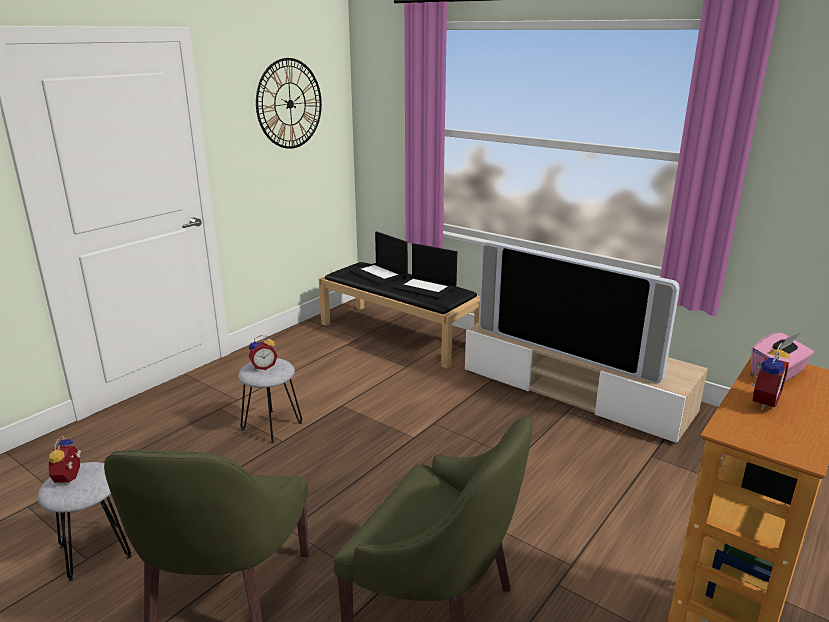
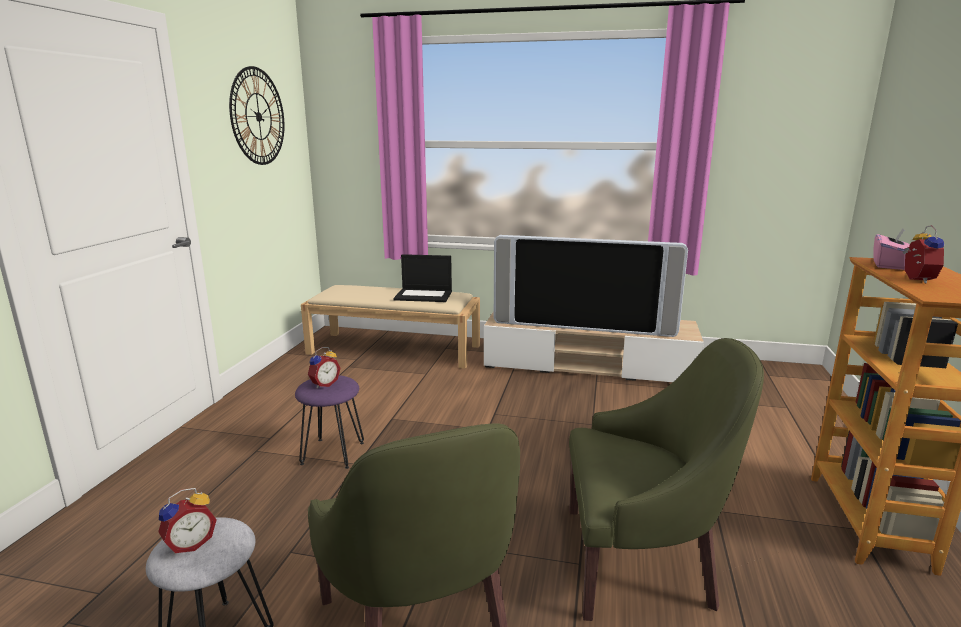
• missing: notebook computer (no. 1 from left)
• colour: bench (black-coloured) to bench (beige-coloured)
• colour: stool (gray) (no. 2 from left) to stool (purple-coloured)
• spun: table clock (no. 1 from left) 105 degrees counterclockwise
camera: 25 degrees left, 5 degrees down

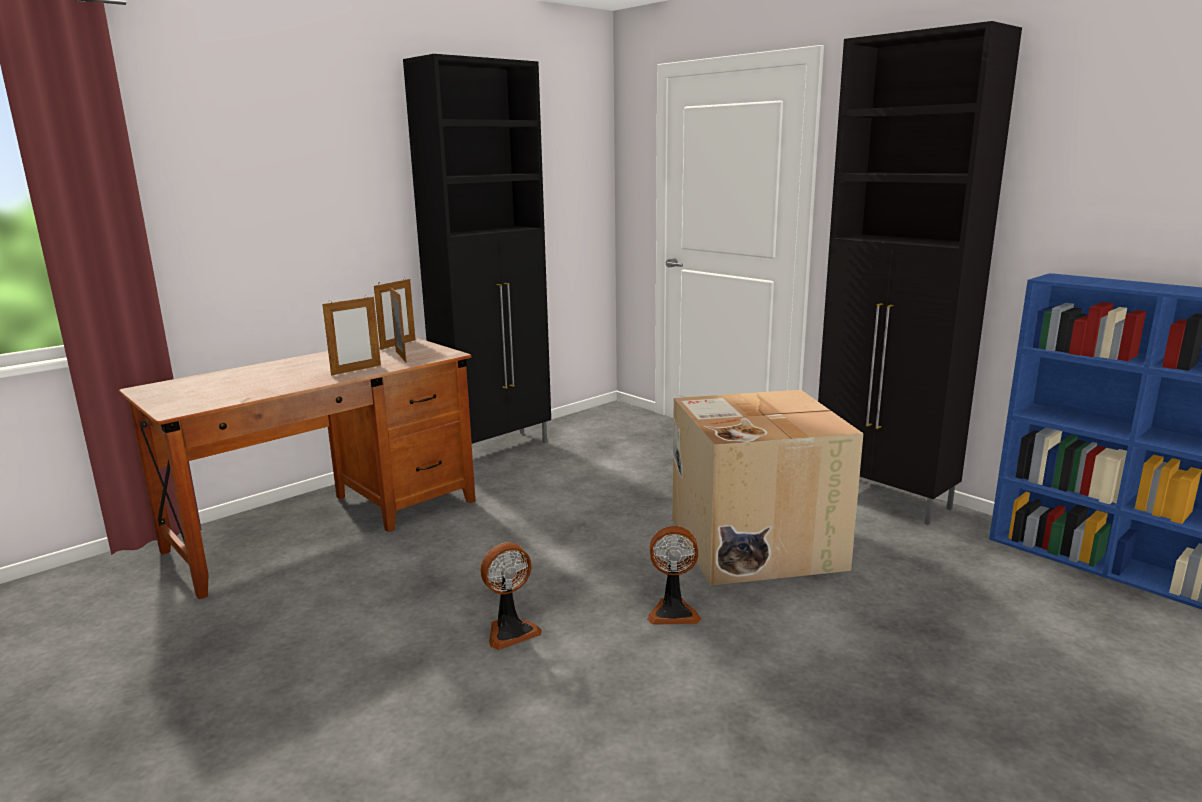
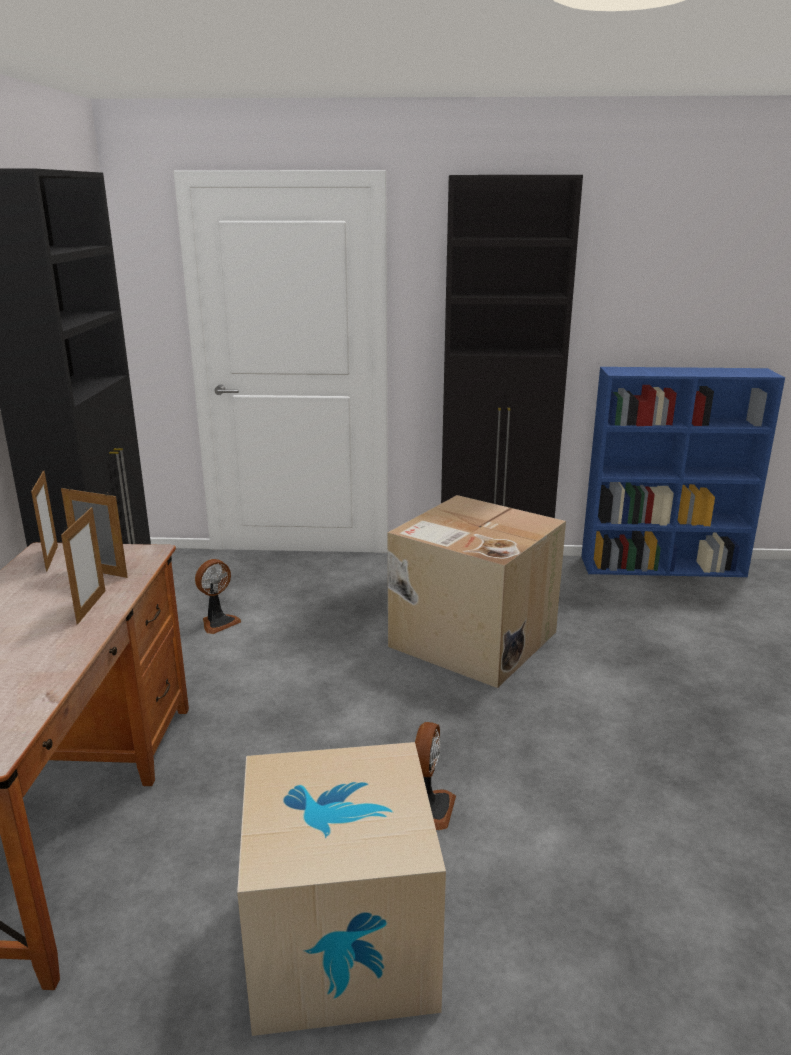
• relocated: electric fan (no. 2 from left in the first image) to electric fan (no. 1 from left)
• appeared: packing box (no. 1 from left)
camera: 45 degrees left, 5 degrees up

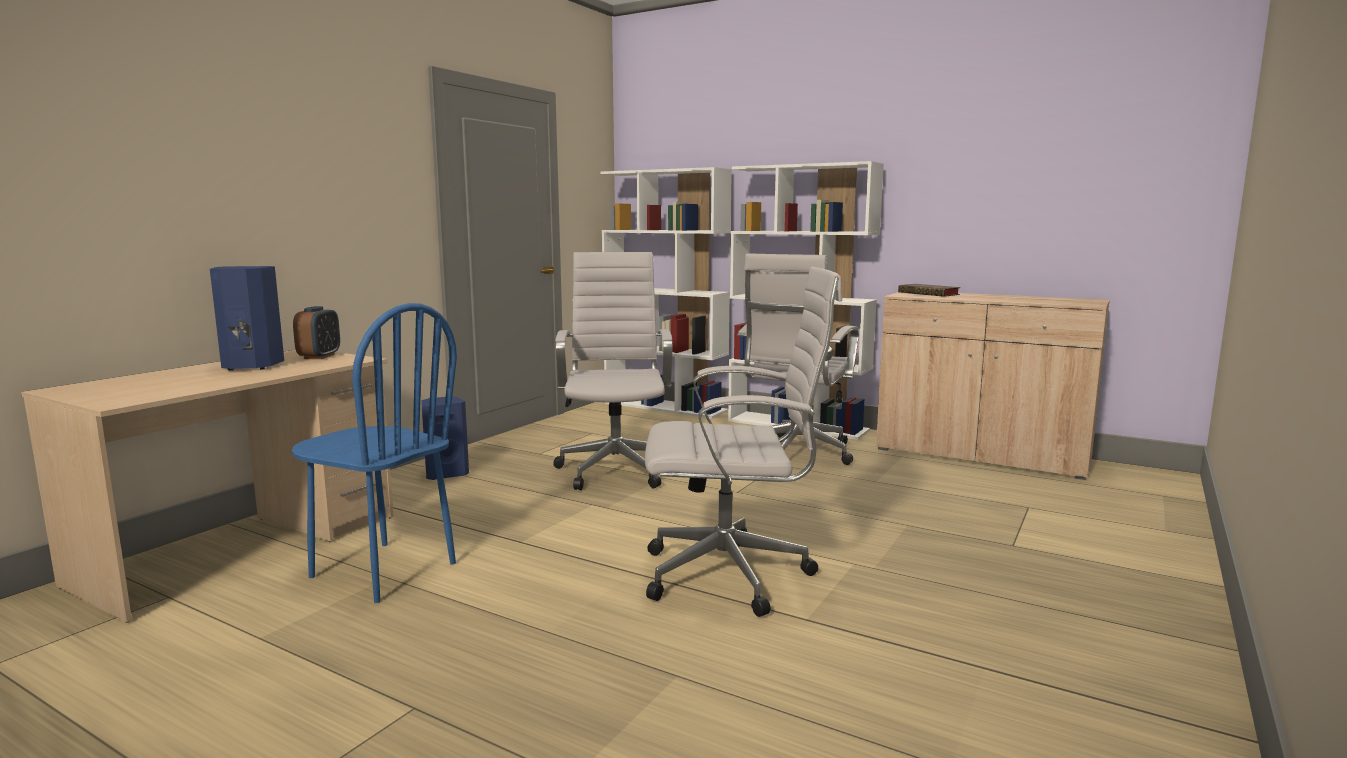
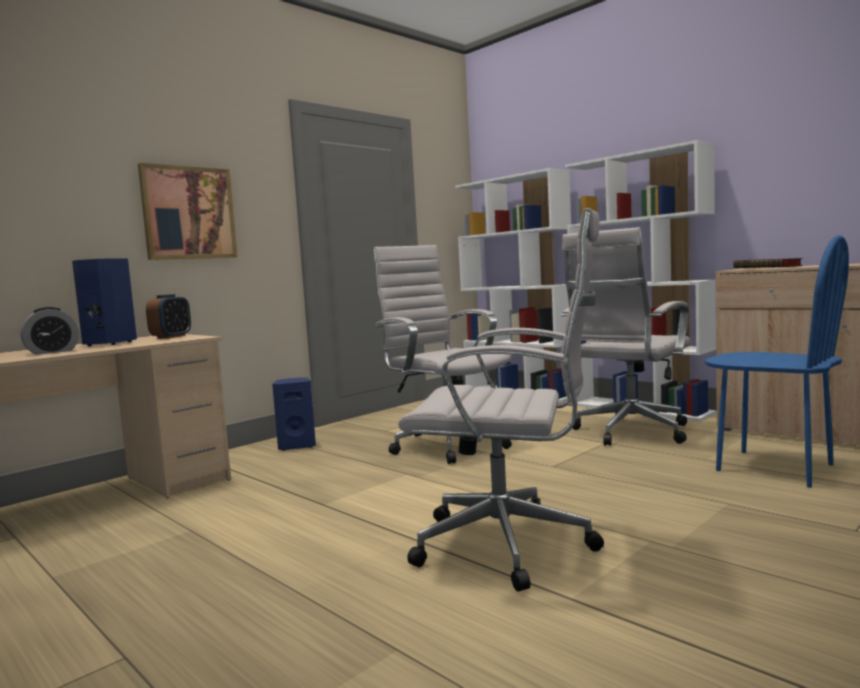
• spun: office chair (white) (no. 1 from left) 45 degrees counterclockwise
• relocated: chair (blue-coloured)
• appeared: picture
• appeared: table clock (no. 1 from left)
camera: 15 degrees right, 5 degrees down

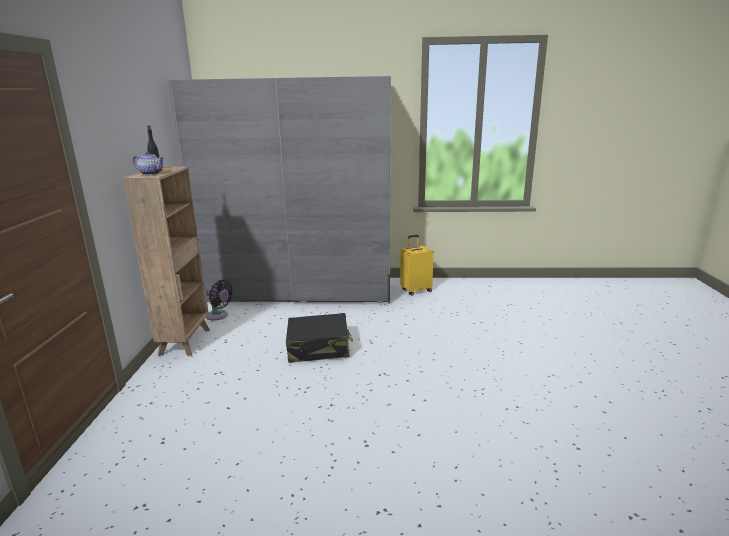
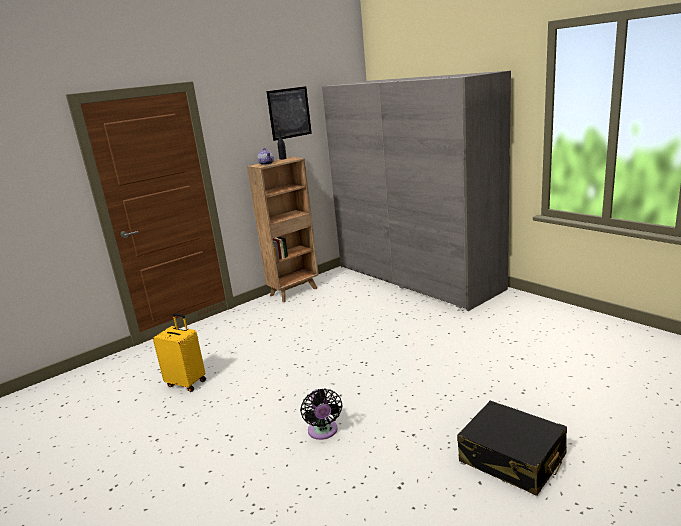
• relocated: travel case (yellowish)
• relocated: electric fan (black-coloured)
• relocated: travel case (black-coloured)
• appeared: picture
camera: 50 degrees right, 0 degrees up

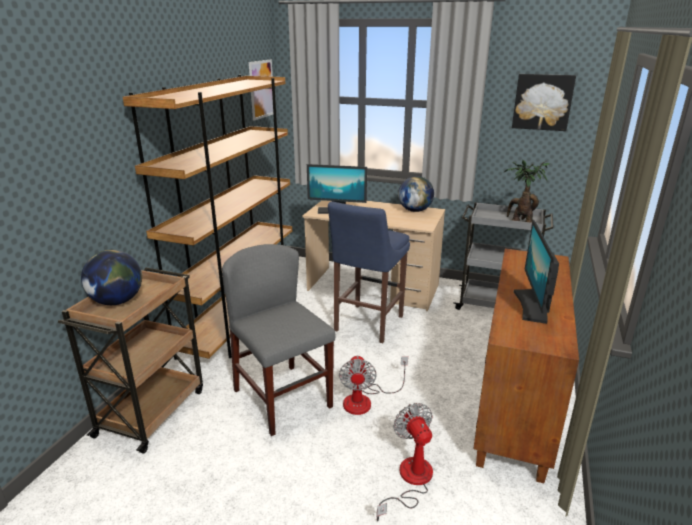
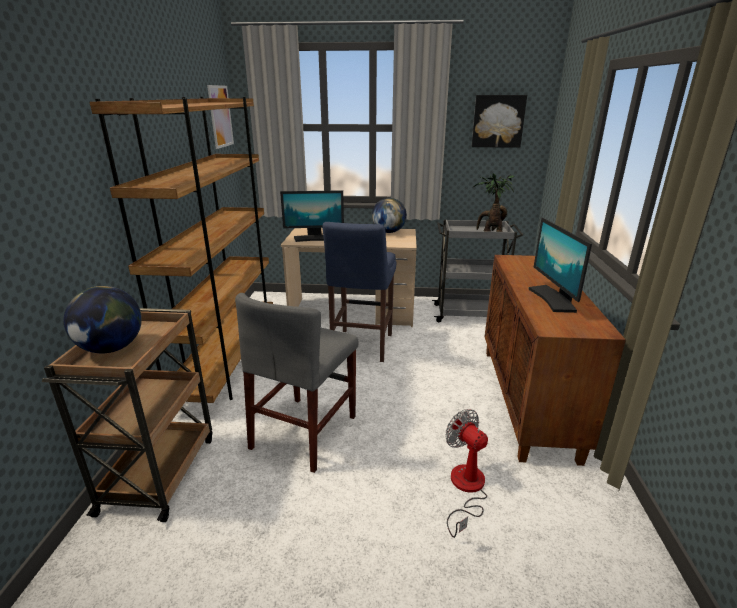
• spun: chair (gray) 105 degrees counterclockwise
• missing: electric fan (no. 1 from left)
camera: 15 degrees left, 0 degrees up

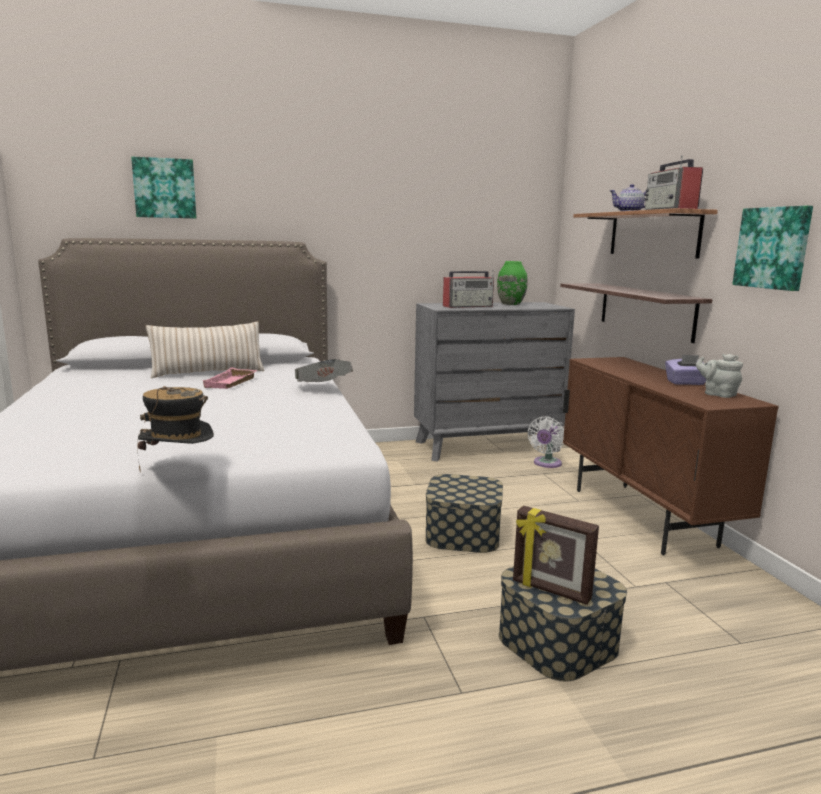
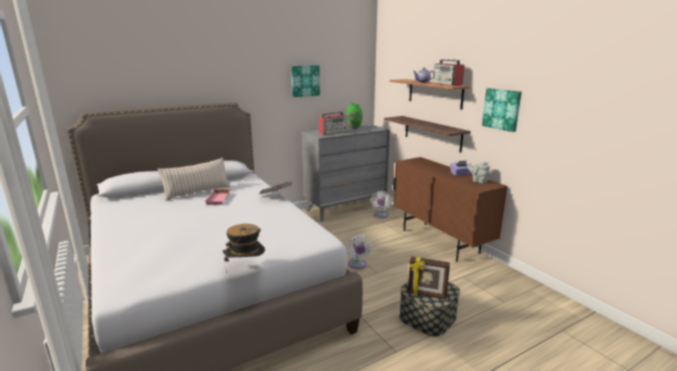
• relocated: picture (no. 1 from left)
• exchanged: storage box (no. 1 from left) to electric fan (white) (no. 1 from left)
camera: 15 degrees left, 5 degrees up

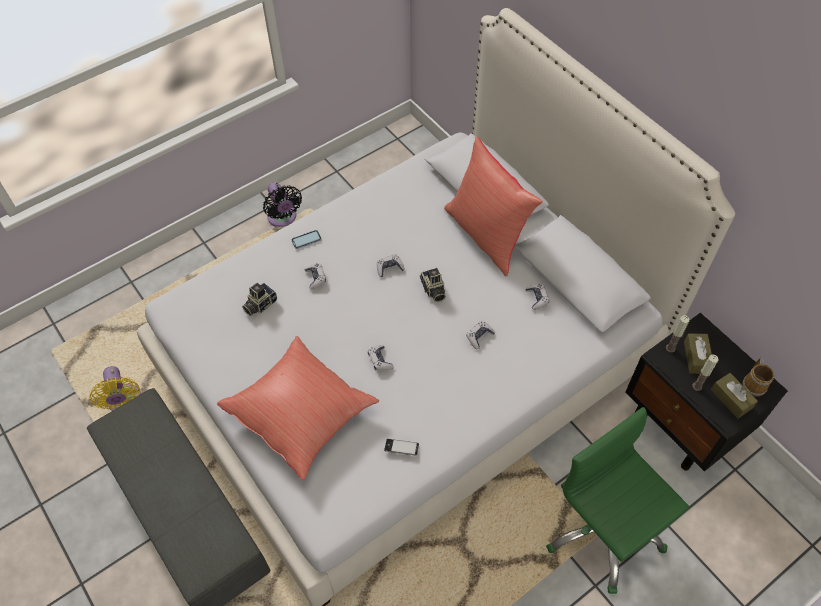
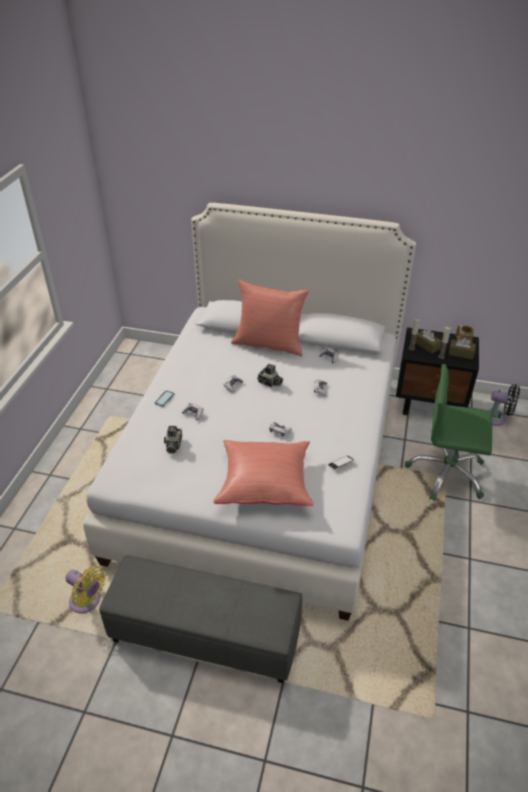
• relocated: electric fan (black-coloured)
camera: 40 degrees left, 15 degrees down

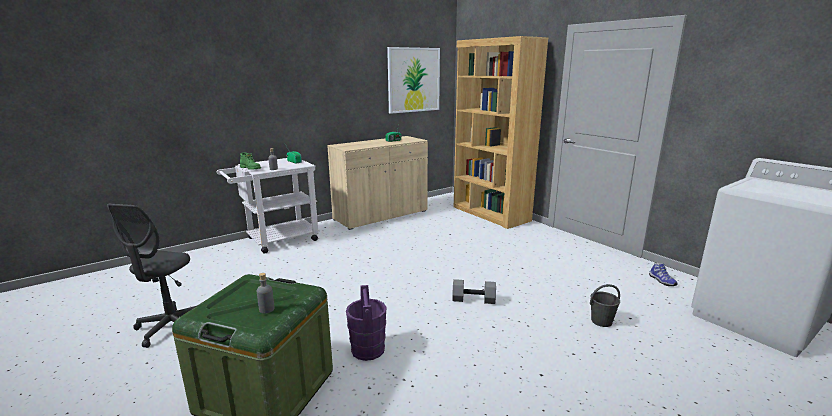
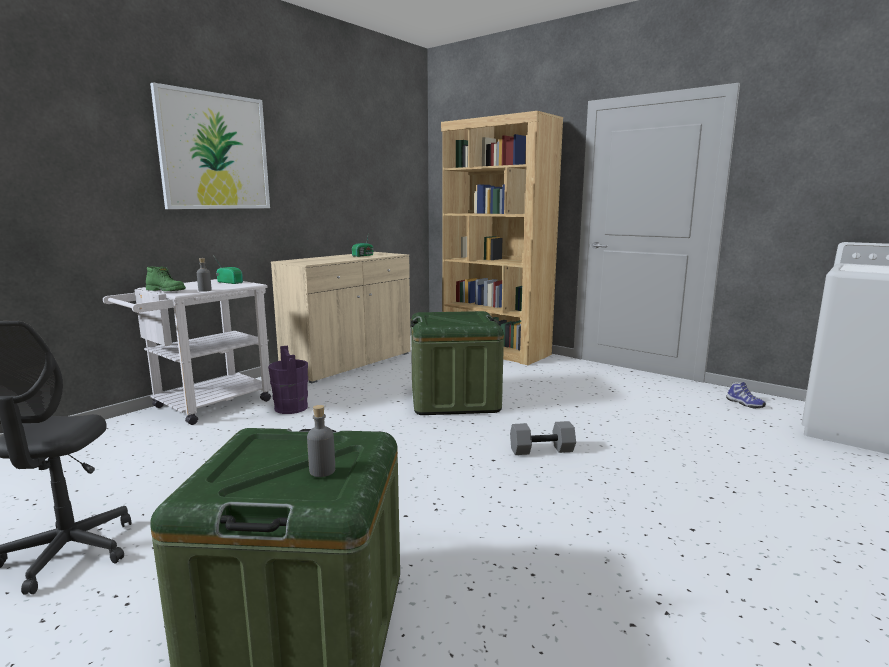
• relocated: picture
• missing: bucket (gray)
• relocated: bucket (purple-coloured)
• appeared: storage box (green) (no. 2 from left)
camera: 15 degrees left, 5 degrees down

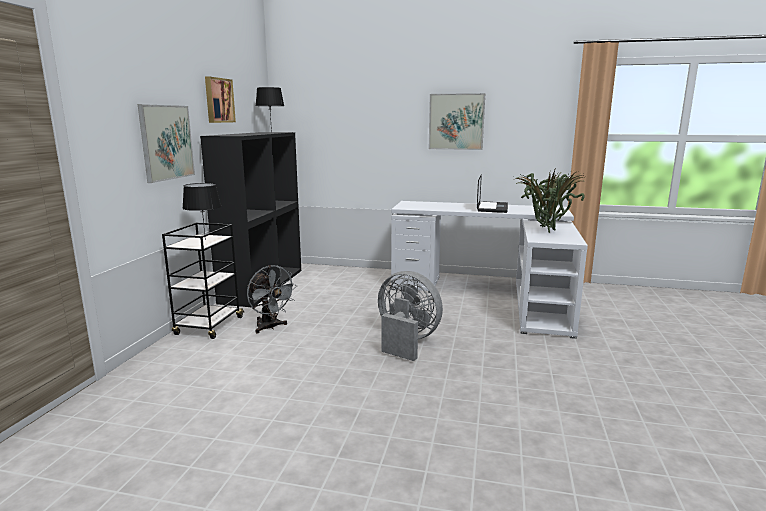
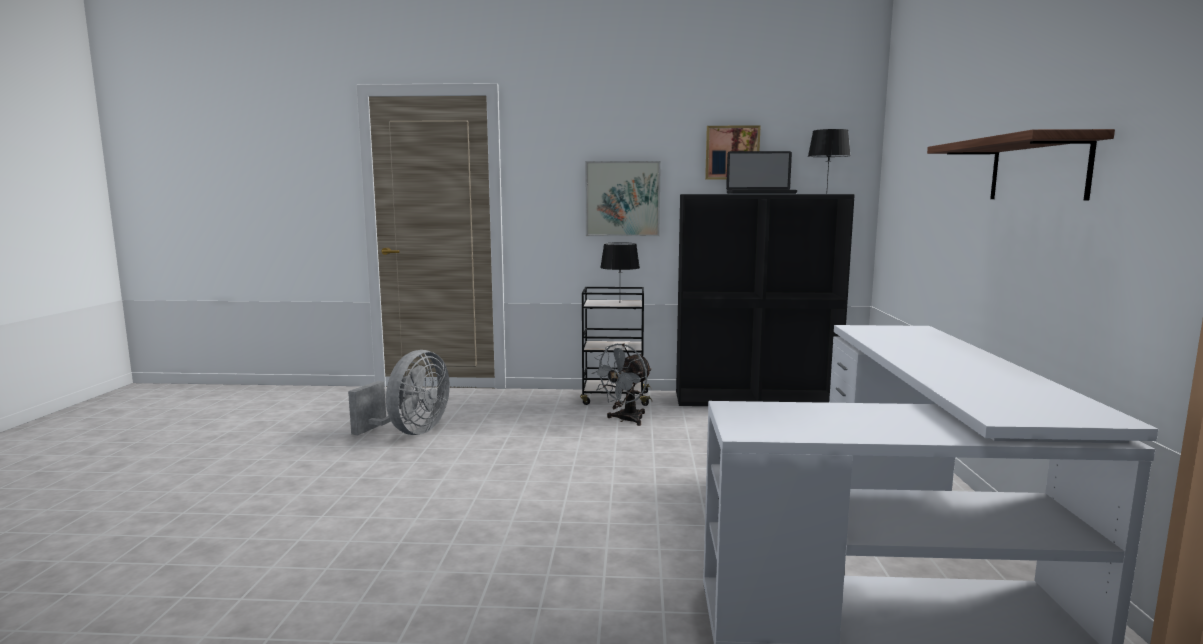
• exchanged: picture (no. 3 from left) to bracket shelf
• missing: houseplant
• relocated: notebook computer
• relocated: electric fan (gray) (no. 2 from left in the first image) to electric fan (gray) (no. 1 from left)
camera: 80 degrees right, 5 degrees down

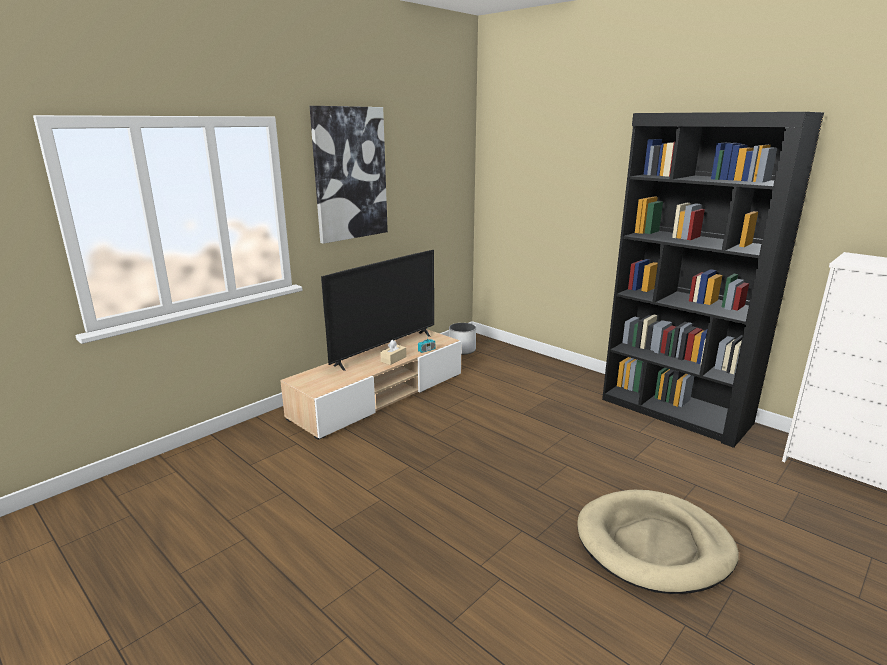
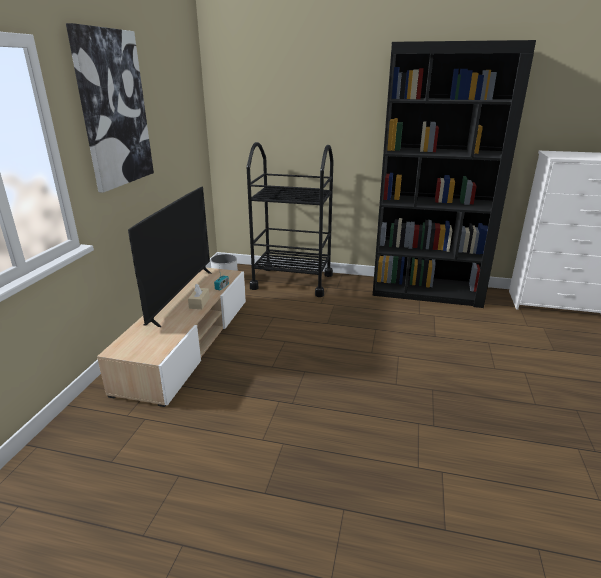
• missing: dog bed (beige-coloured)
• appeared: wheeled cart (black-coloured)
camera: 30 degrees left, 5 degrees up

